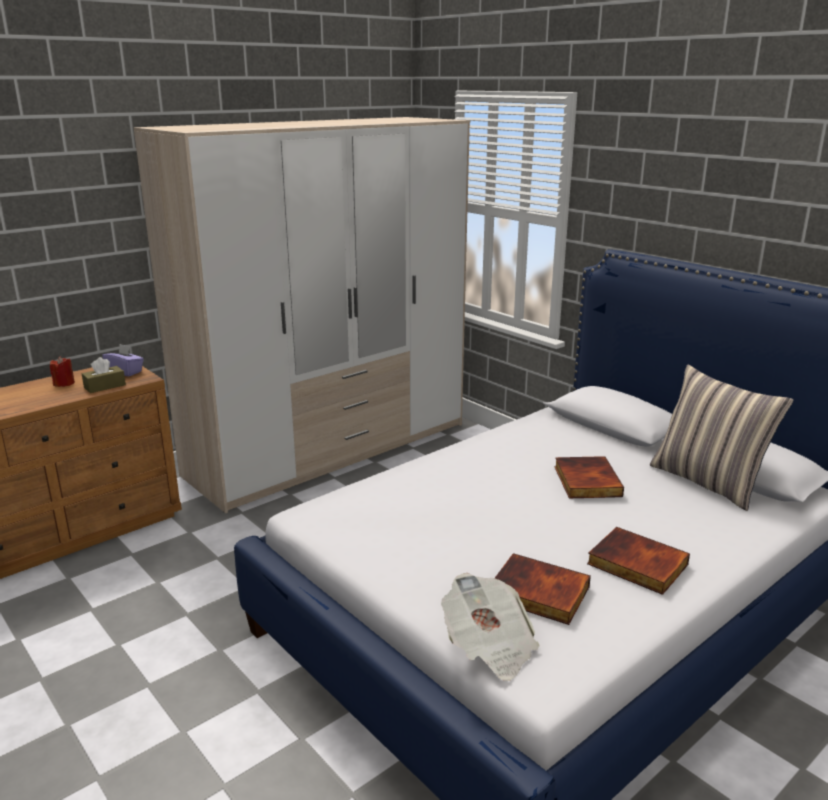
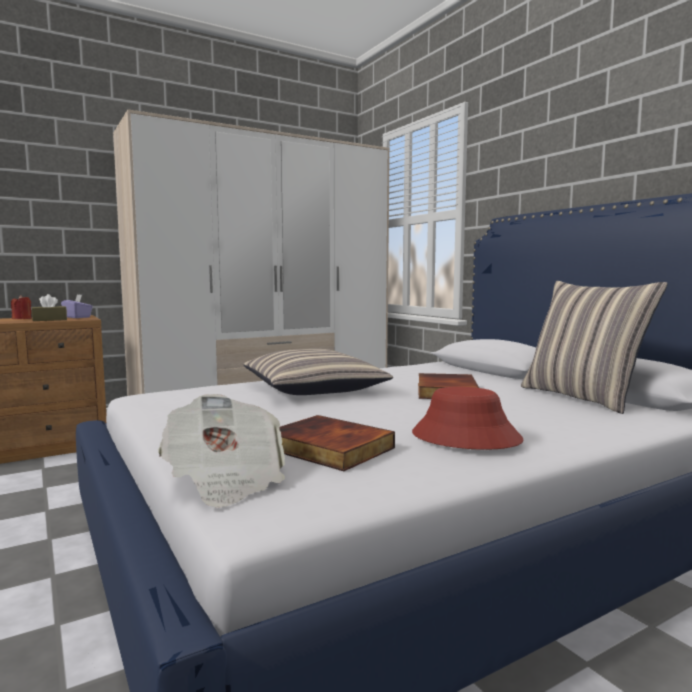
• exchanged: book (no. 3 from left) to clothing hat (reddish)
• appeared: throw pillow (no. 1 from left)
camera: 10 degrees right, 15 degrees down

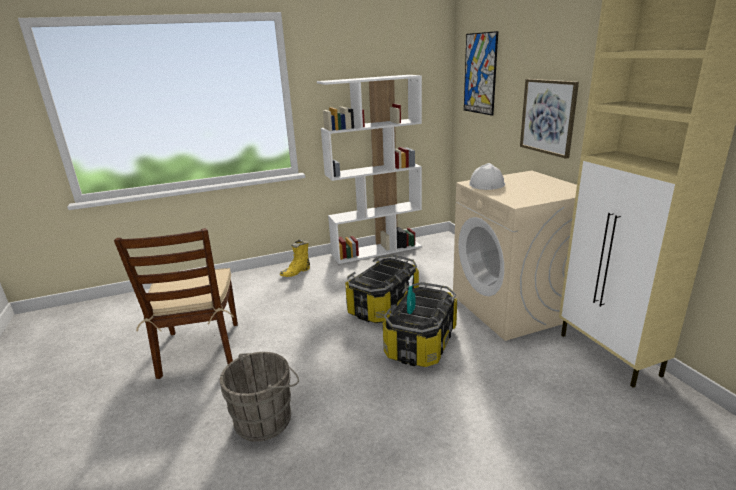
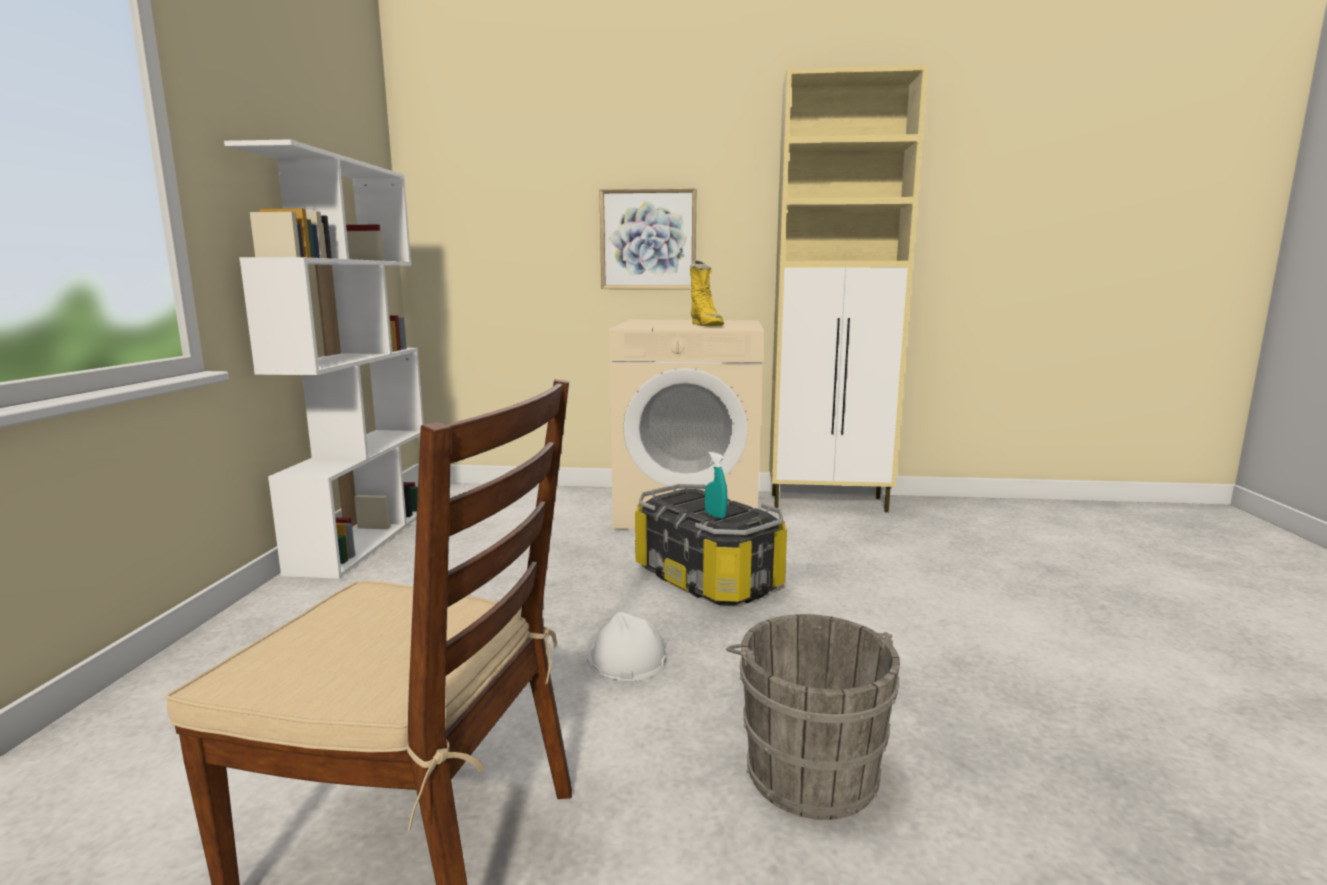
• missing: picture (no. 1 from left)
• relocated: hard hat (white)
• relocated: tall boot (yellowish)
• missing: storage box (no. 1 from left)
camera: 65 degrees left, 10 degrees down

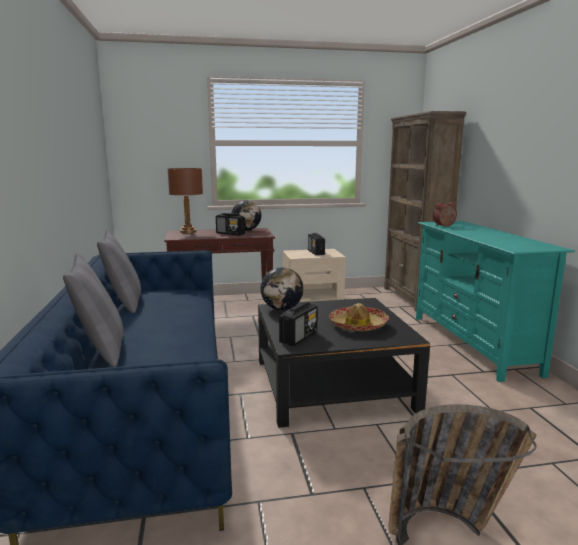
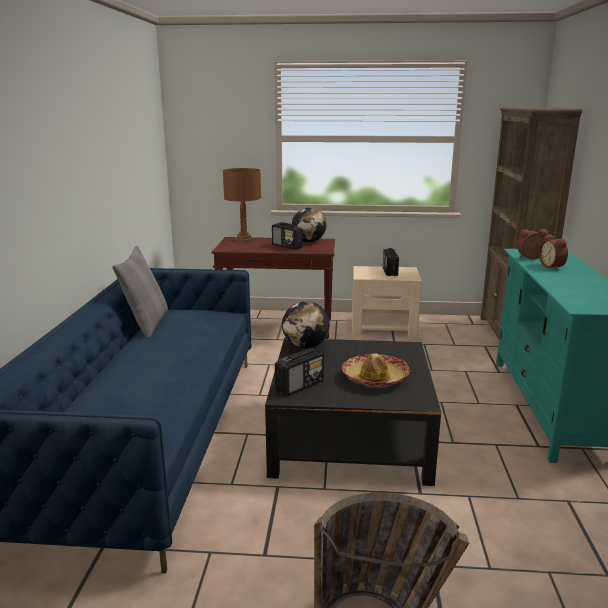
• missing: throw pillow (gray) (no. 1 from left)
• appeared: table clock (no. 2 from left)
camera: 15 degrees right, 5 degrees up

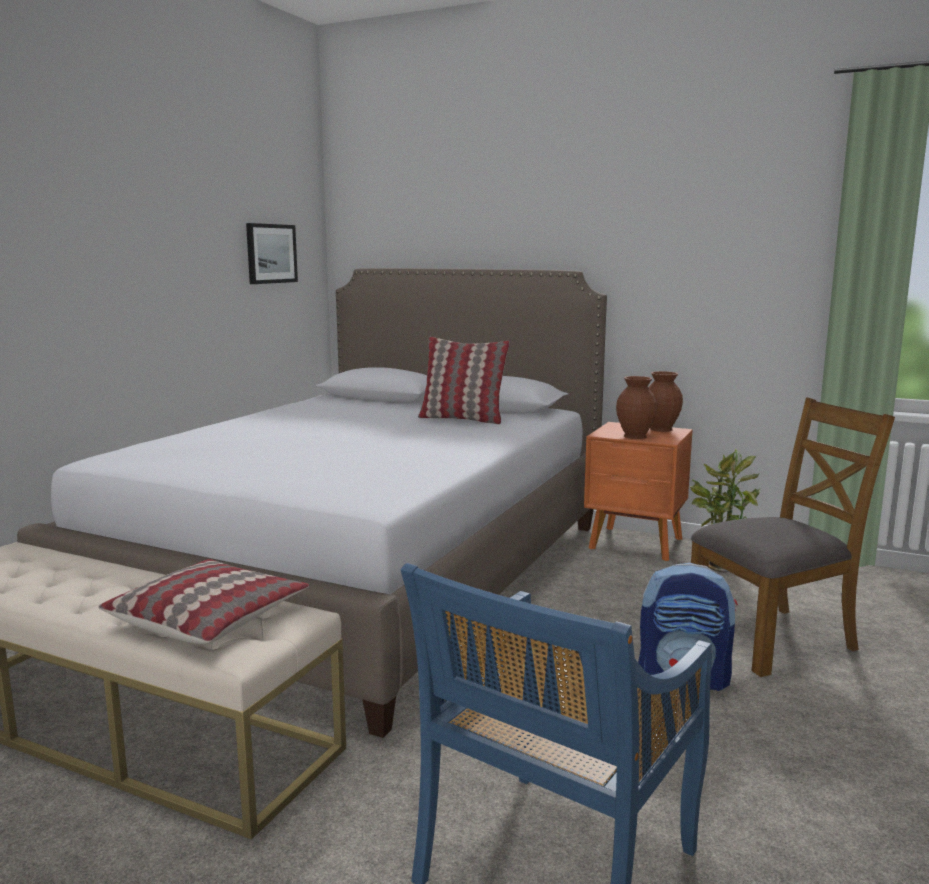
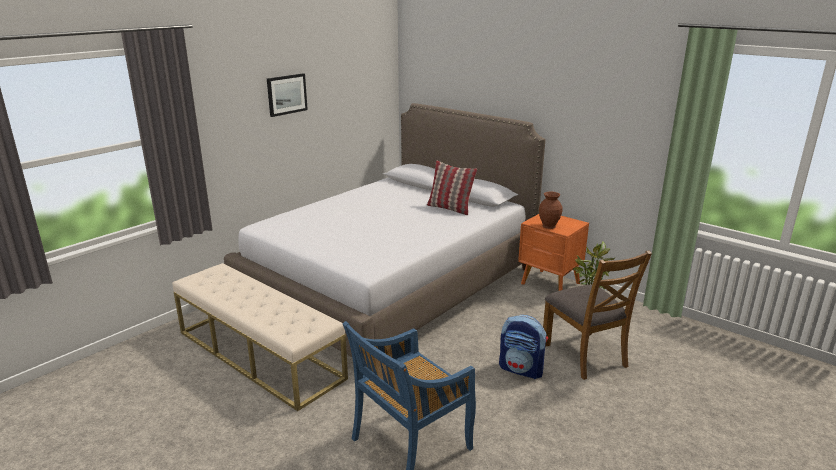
• relocated: picture
• missing: decorative vase (brownish) (no. 2 from left)
• spun: chair (brownish) 75 degrees clockwise
• missing: throw pillow (no. 1 from left)
camera: 15 degrees right, 10 degrees up

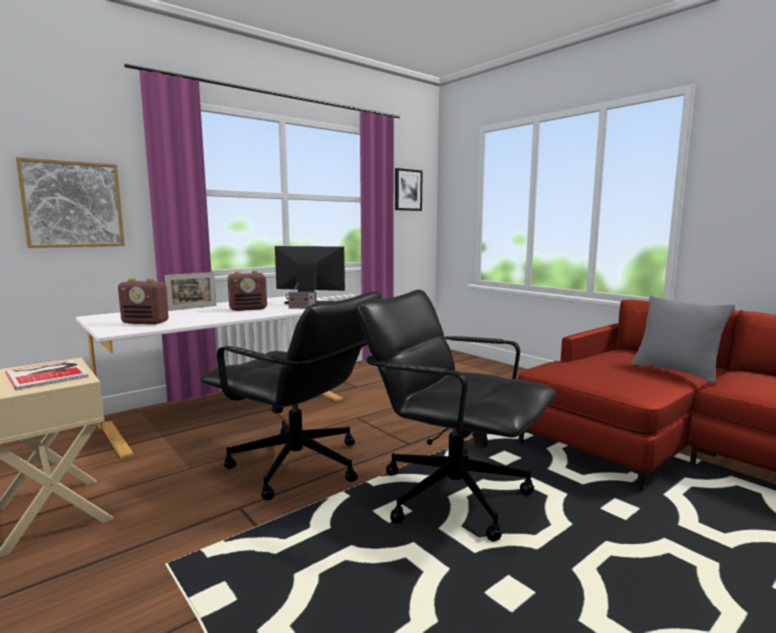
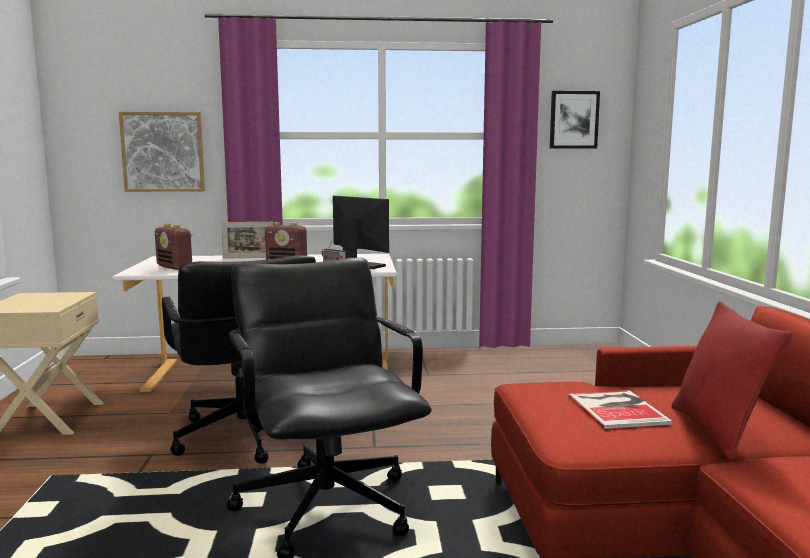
• colour: throw pillow (gray) to throw pillow (reddish)
• relocated: book
camera: 35 degrees right, 0 degrees up

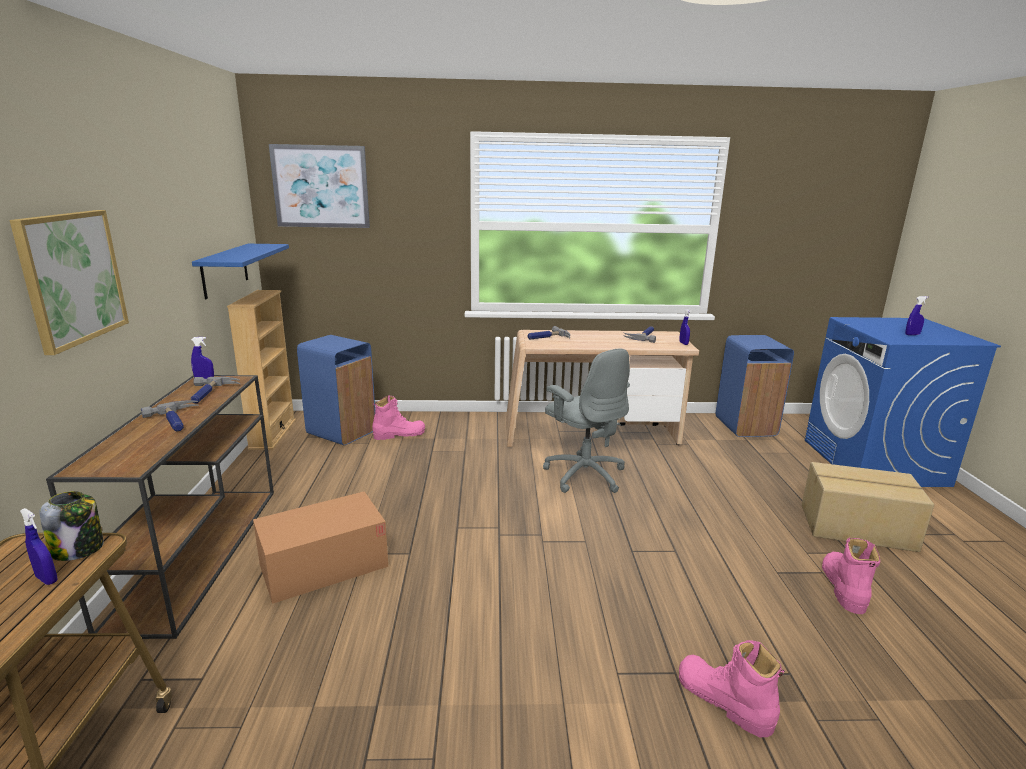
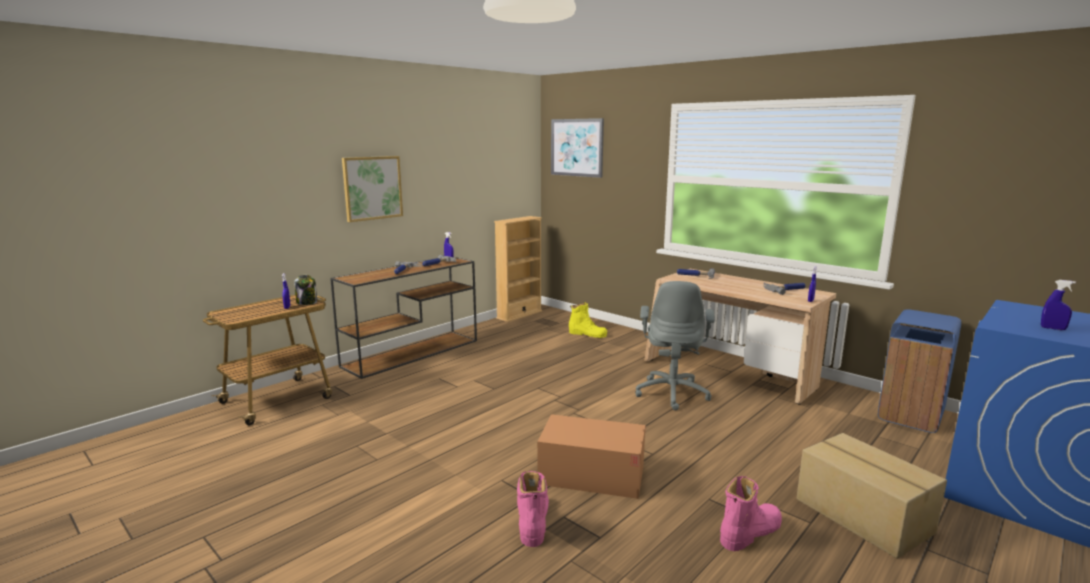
• missing: bracket shelf (blue-coloured)
• missing: rubbish bin (blue-coloured) (no. 1 from left)
• colour: tall boot (pinkish) (no. 1 from left) to tall boot (yellowish)
• relocated: packing box (no. 1 from left)
camera: 45 degrees right, 5 degrees down

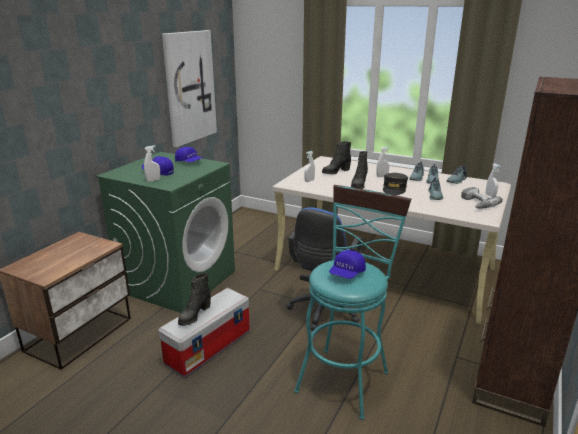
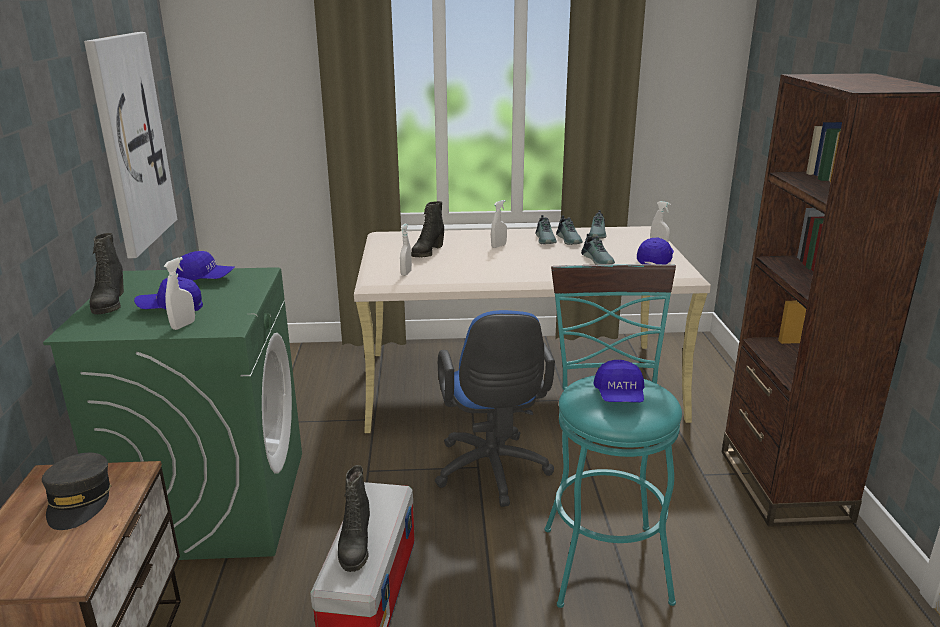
• relocated: tall boot (black-coloured) (no. 3 from left in the first image) to tall boot (black-coloured) (no. 1 from left)
• relocated: baseball cap (gray)
• exchanged: drill to baseball cap (blue-coloured) (no. 4 from left)
camera: 30 degrees left, 0 degrees up

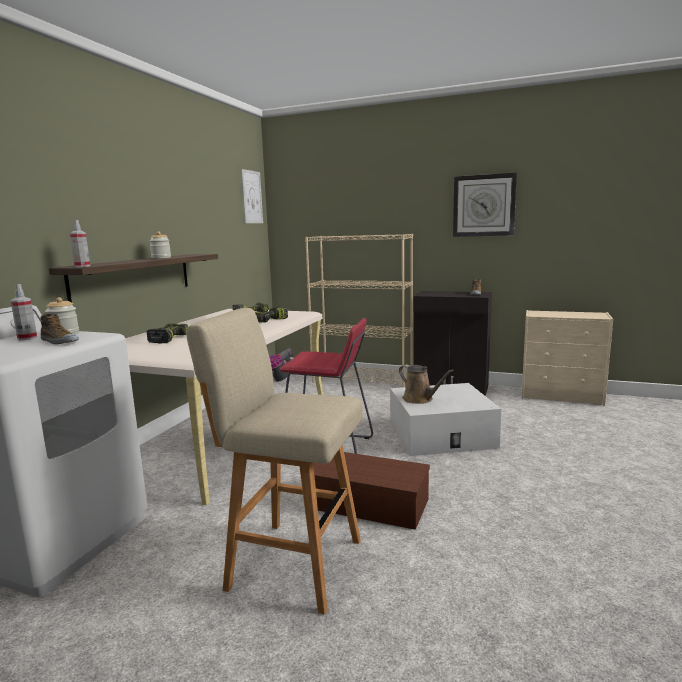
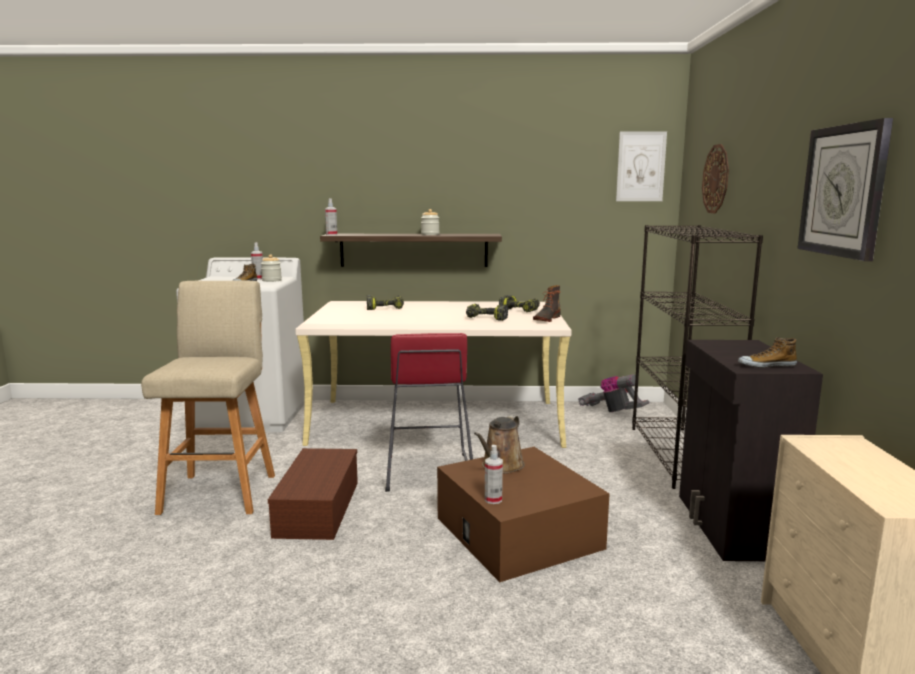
• colour: bookcase (beige-coloured) to bookcase (black-coloured)
• colour: storage box (white) to storage box (brownish) (no. 2 from left)
• appeared: wall clock (no. 1 from left)
• appeared: tall boot
• appeared: sprayer (no. 3 from left)
camera: 70 degrees right, 0 degrees up

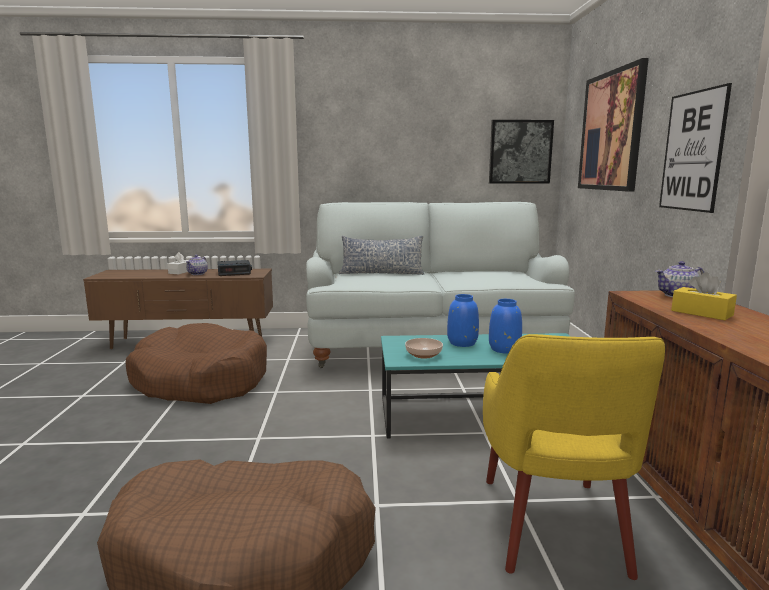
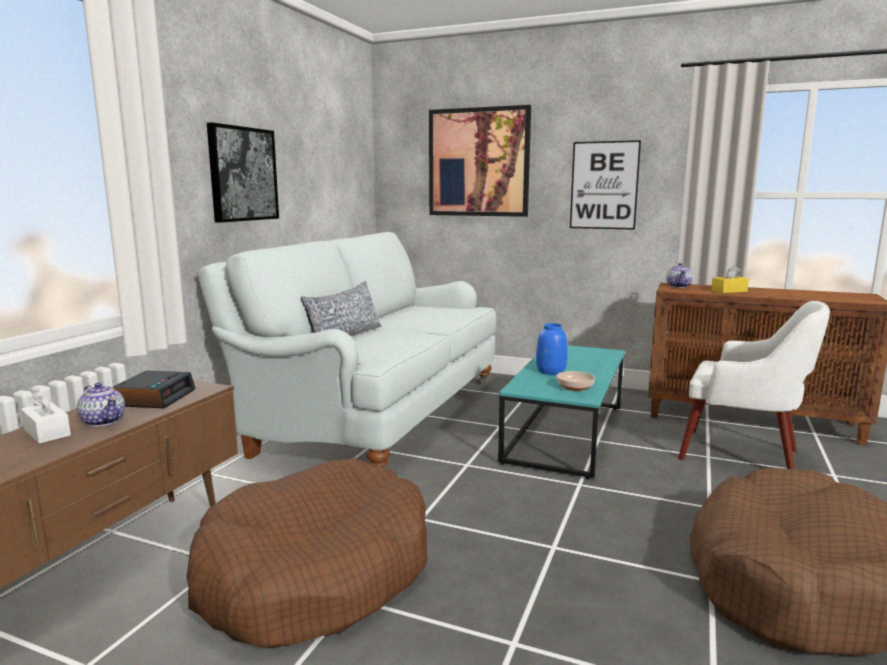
• relocated: picture (no. 1 from left)
• missing: decorative vase (blue-coloured) (no. 2 from left)
• colour: lounge chair (yellowish) to lounge chair (white)
camera: 65 degrees left, 0 degrees up

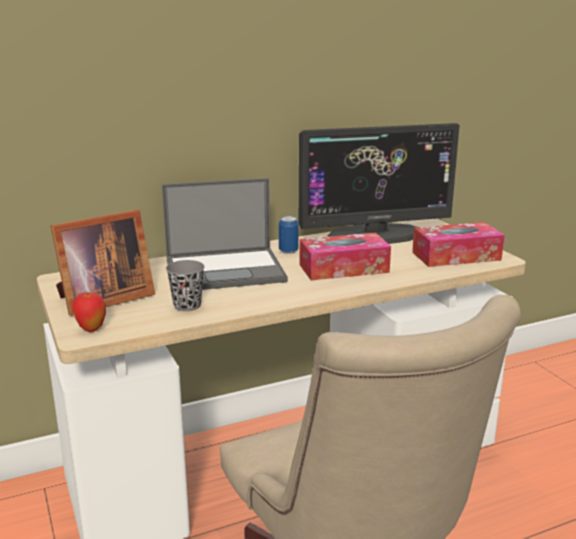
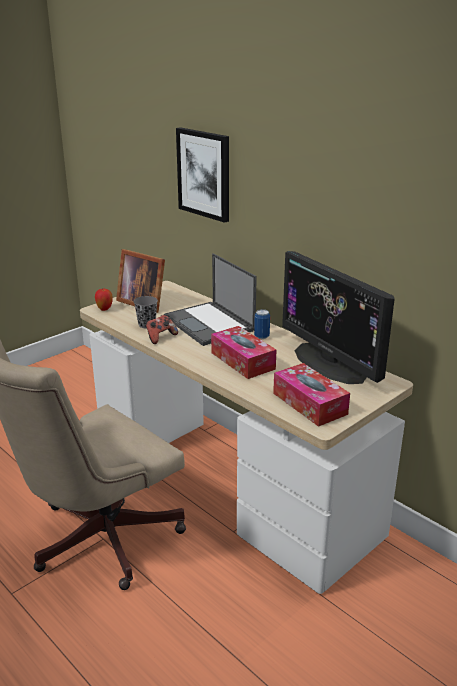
• appeared: picture
• appeared: game controller
camera: 70 degrees right, 5 degrees up

